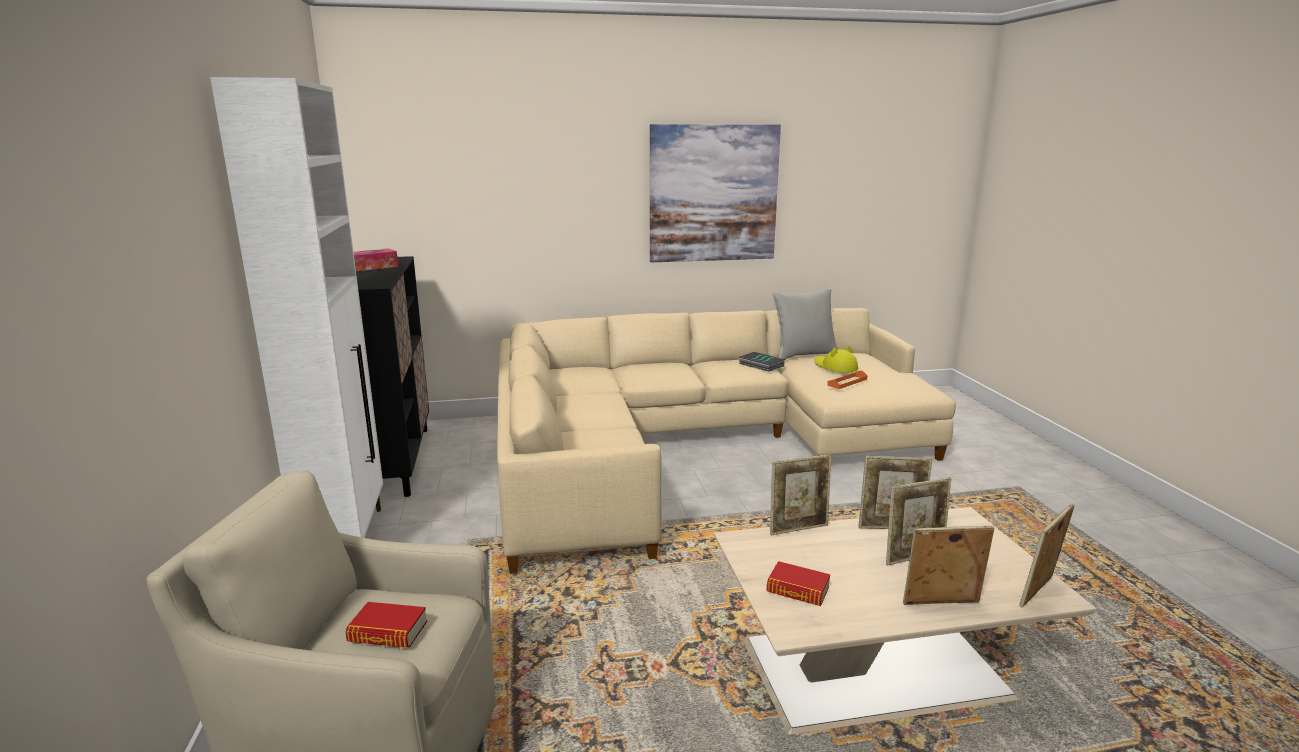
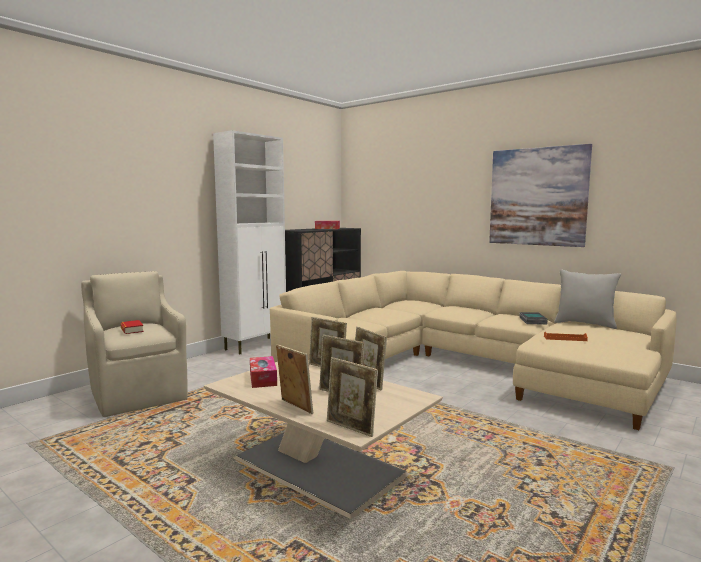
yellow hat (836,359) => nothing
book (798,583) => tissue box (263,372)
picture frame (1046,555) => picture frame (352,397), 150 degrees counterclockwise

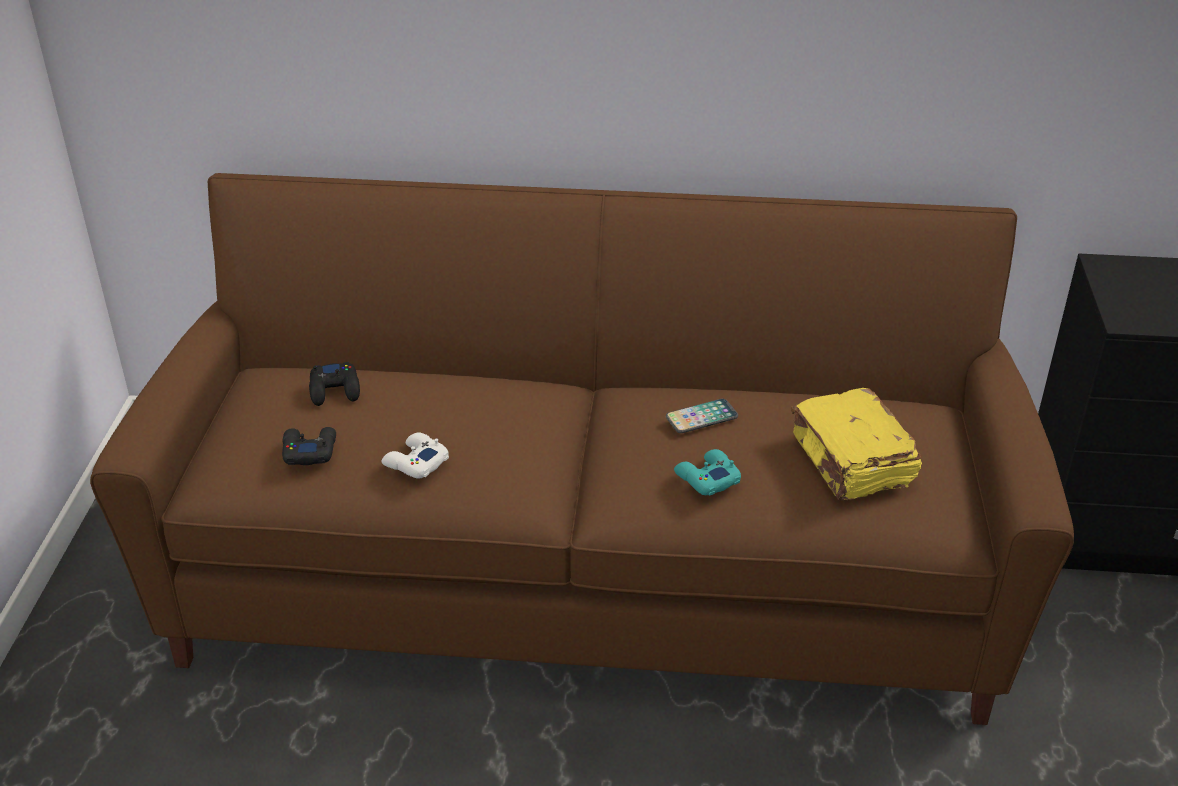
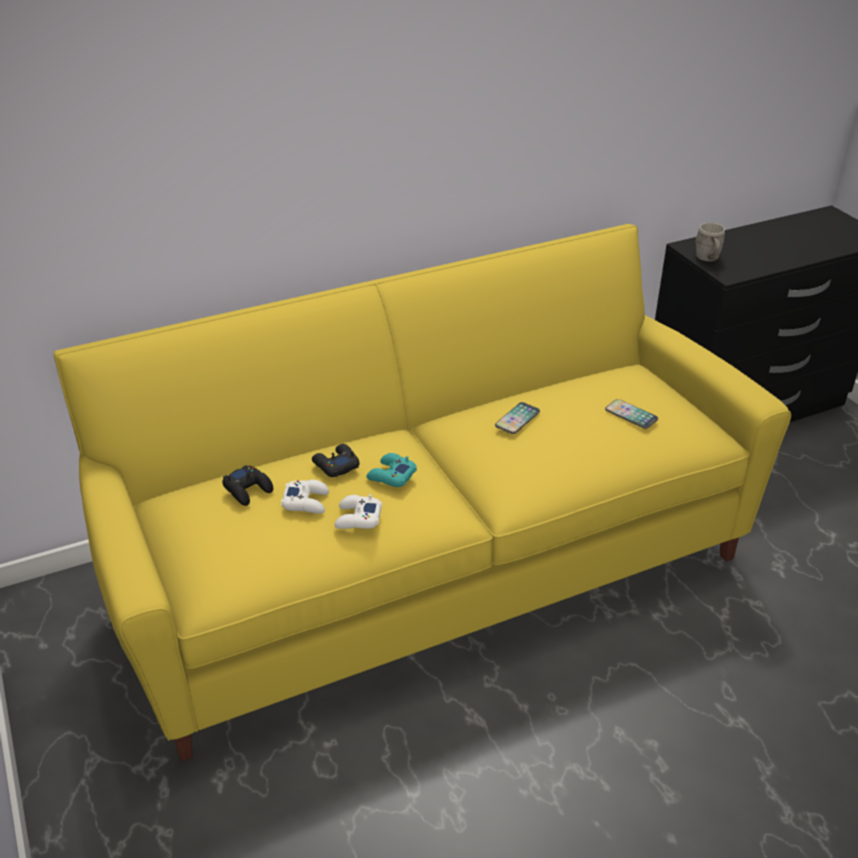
nothing => white game controller (305,497)
nothing => grey mug (710,242)
black game controller (309,446) => black game controller (336,460), move
turquoise game controller (707,472) => turquoise game controller (391,470), move
yellow book (856,444) => phone (631,414)
brown sofa (582,449) => yellow sofa (422,492)

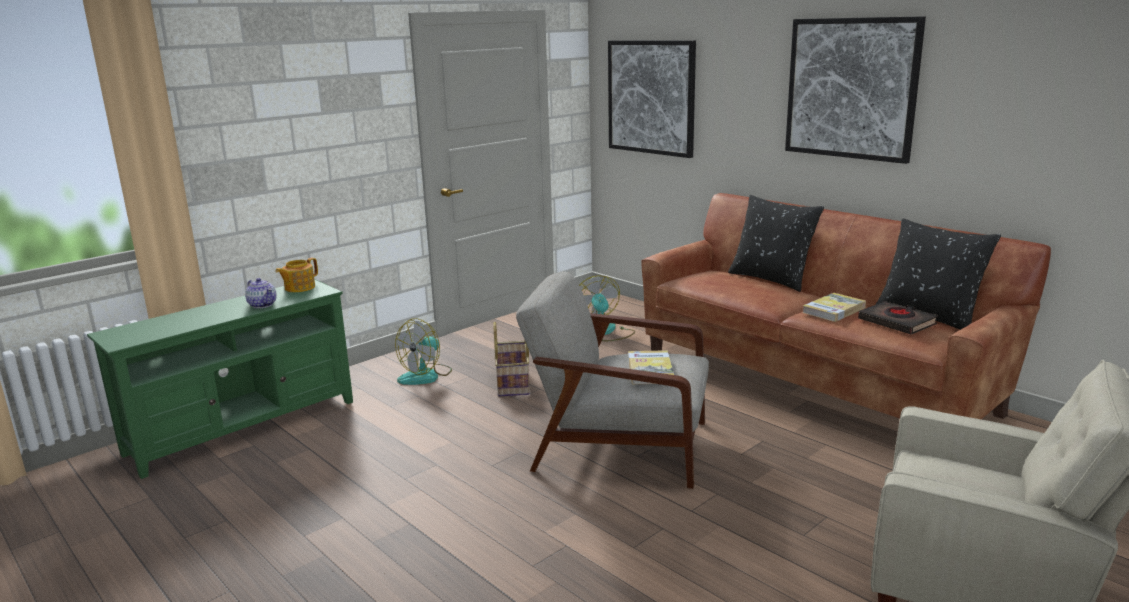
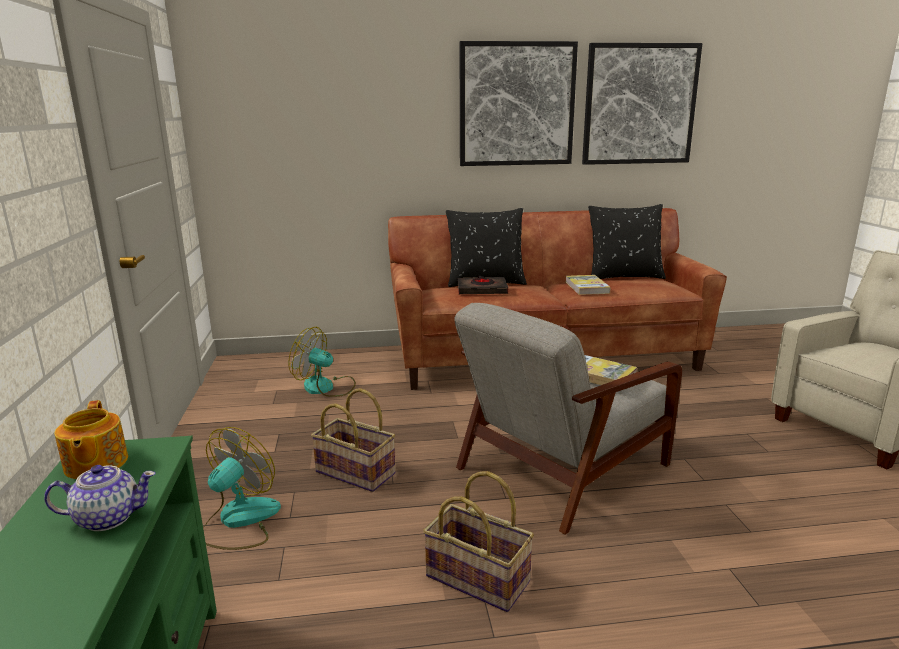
nothing => basket (478,541)
picture (652,99) => picture (642,104), move
black book (898,318) => black book (483,284), move
fan (423,351) => fan (242,488), 135 degrees counterclockwise

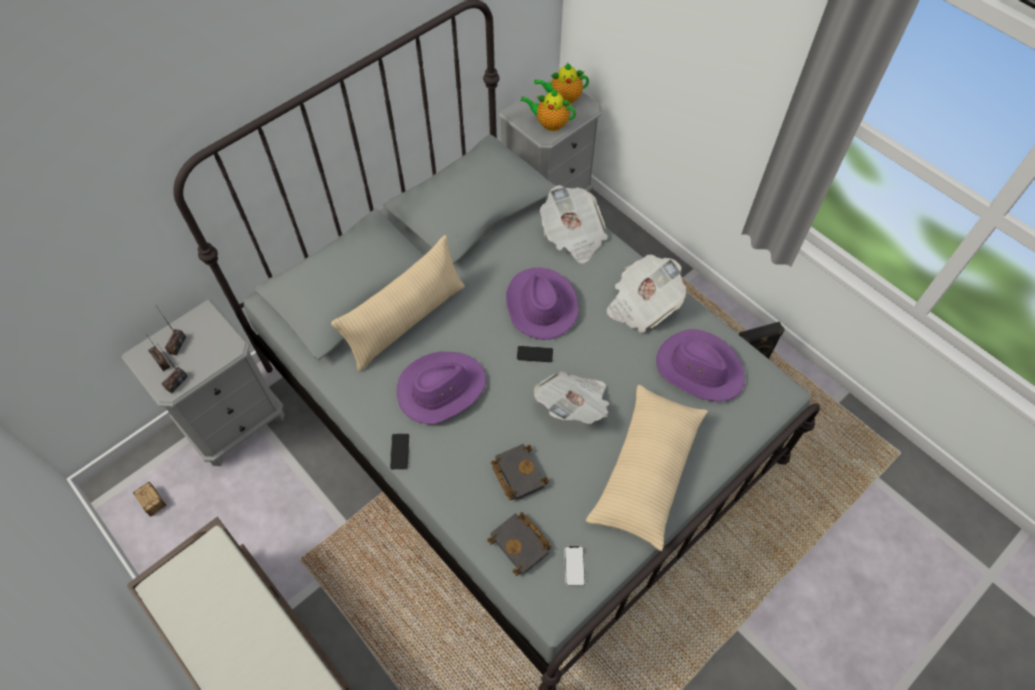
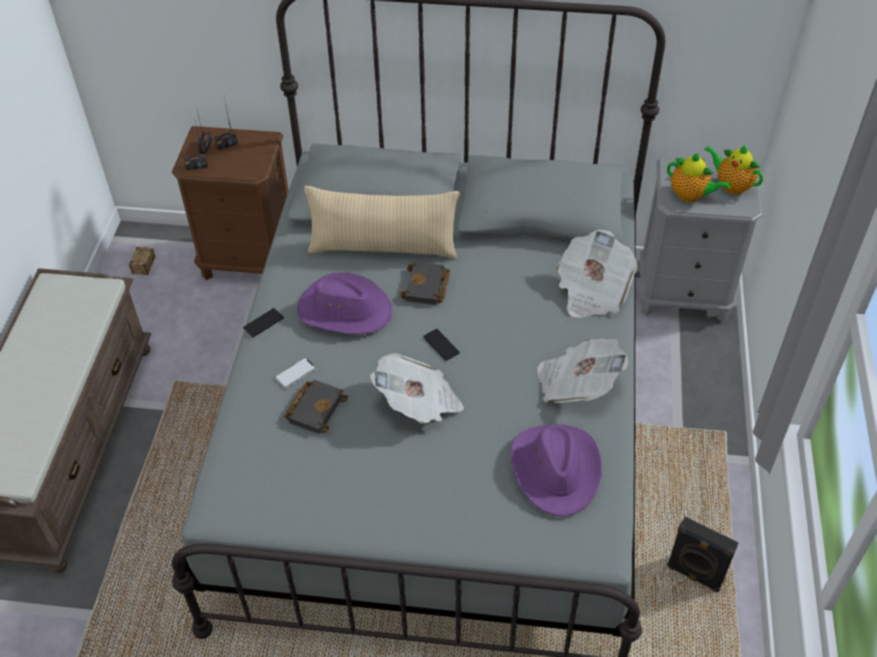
purple hat (542,304) => nothing
beige pillow (647,468) => nothing
black book (519,544) => black book (425,283), move
phone (575,566) => phone (295,373), move
grey nightstand (203,383) => brown nightstand (230,203)
teapot (548,110) => teapot (699,177), 150 degrees clockwise

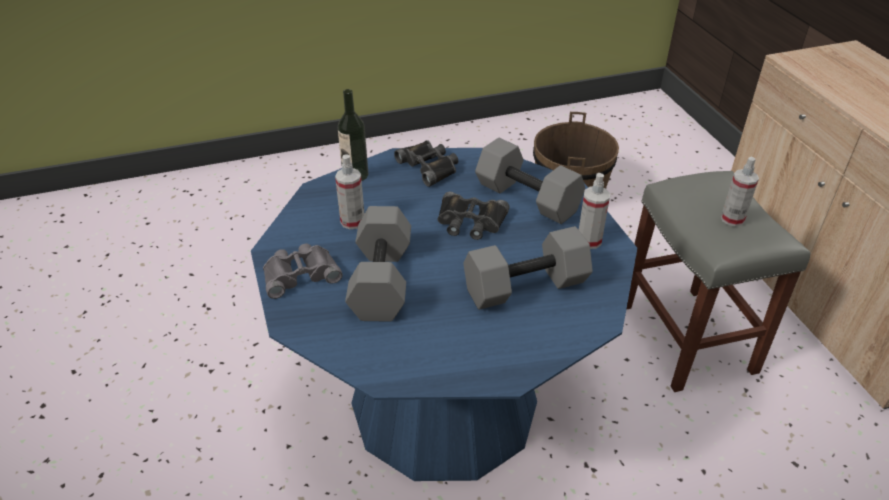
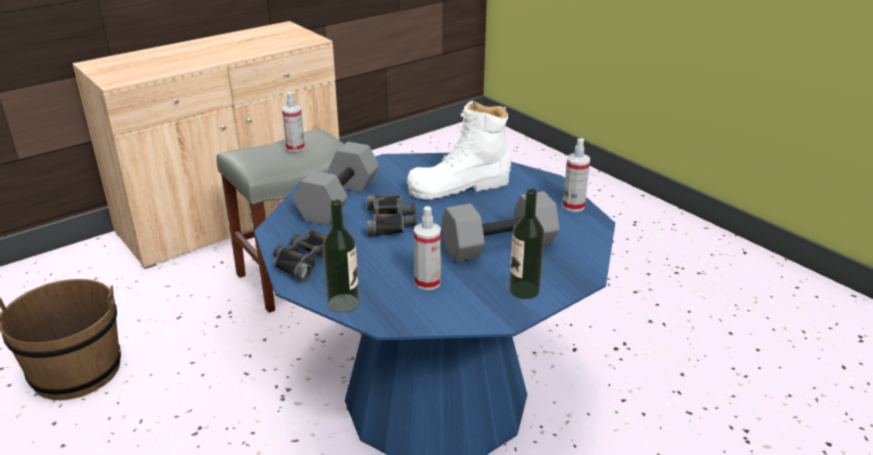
spray bottle (594,211) => spray bottle (576,175), move
grey binoculars (303,271) => bottle (527,243)
grey dumbbell (528,268) => white boot (459,150)

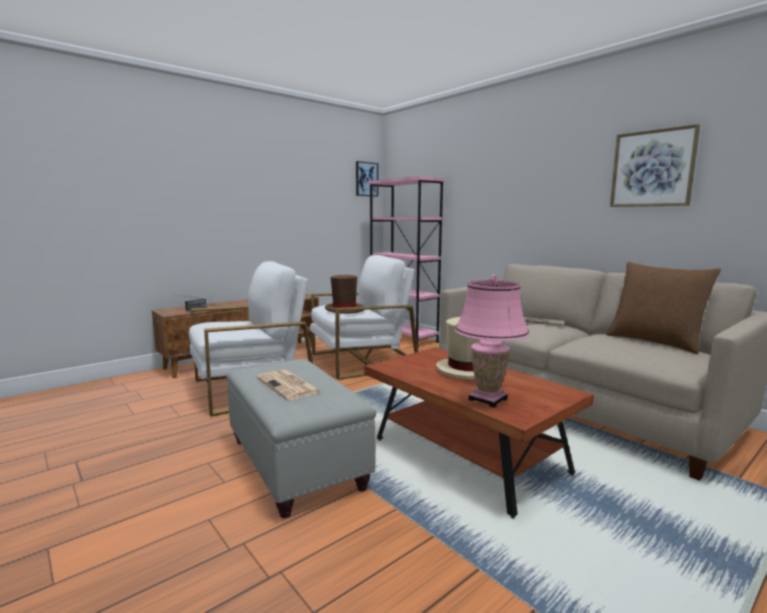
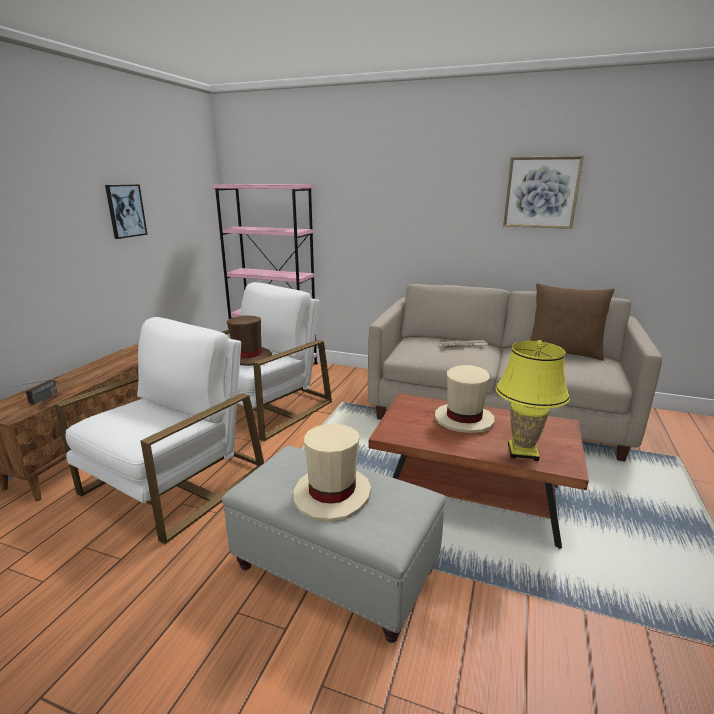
picture (367,179) => picture (126,211), move
newspaper (289,385) => beige hat (332,473)
pink table lamp (492,341) => yellow table lamp (533,400)

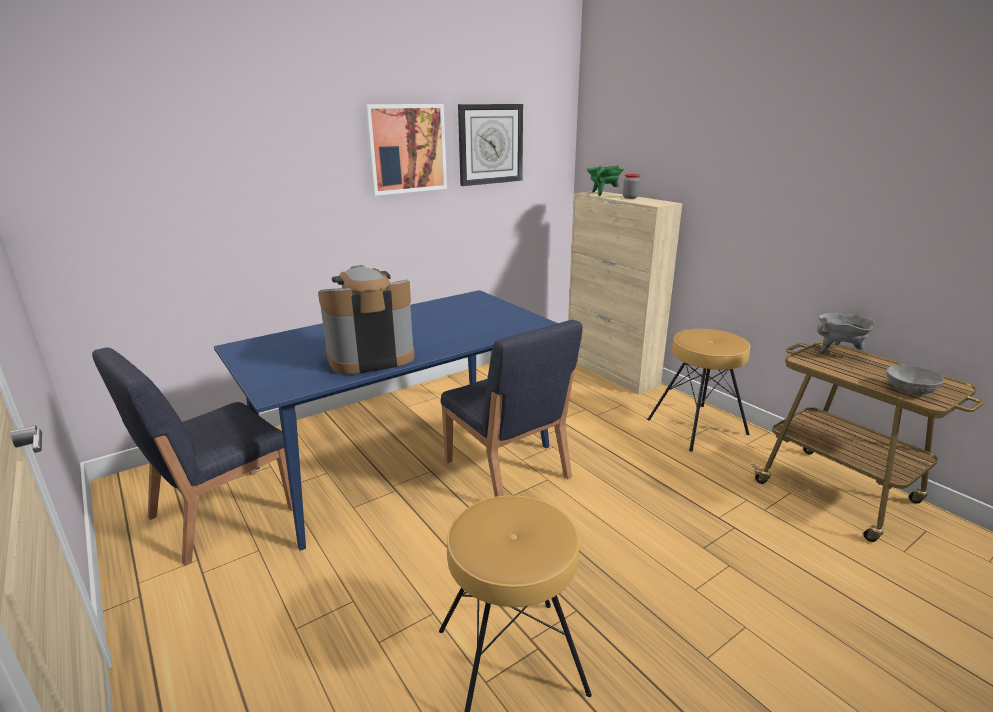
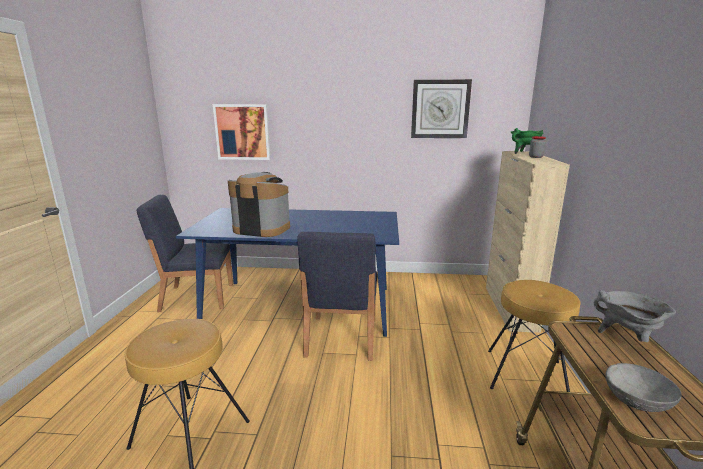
picture (405,150) => picture (242,132), move

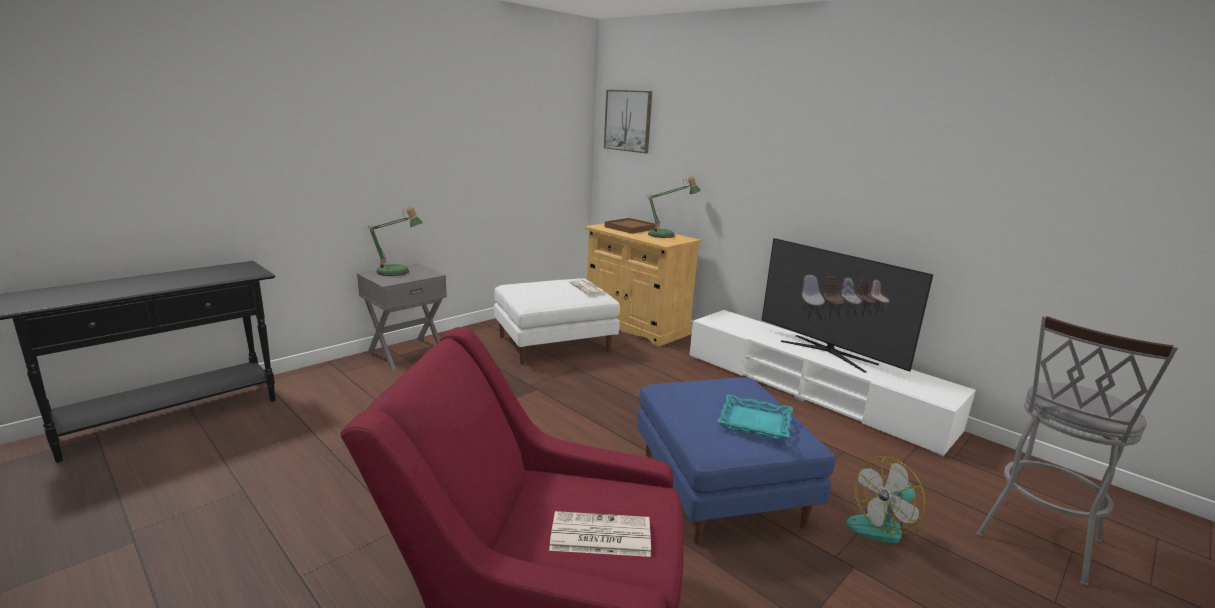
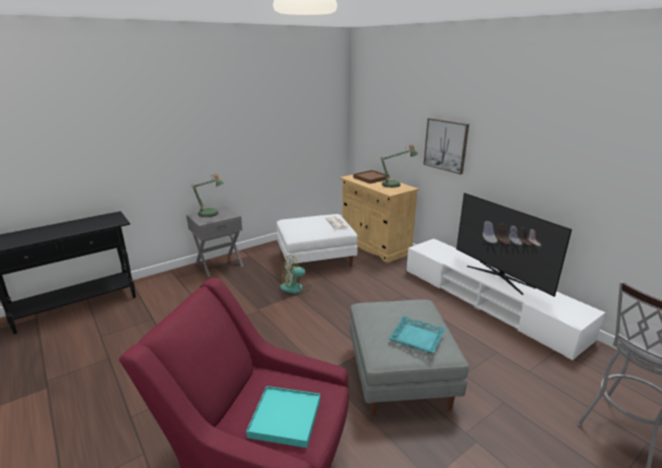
picture (628,121) => picture (446,146), move
fan (885,499) => fan (297,274), move
newspaper (600,534) => turquoise tray (283,417)
blue ottoman (736,460) => grey ottoman (409,358)

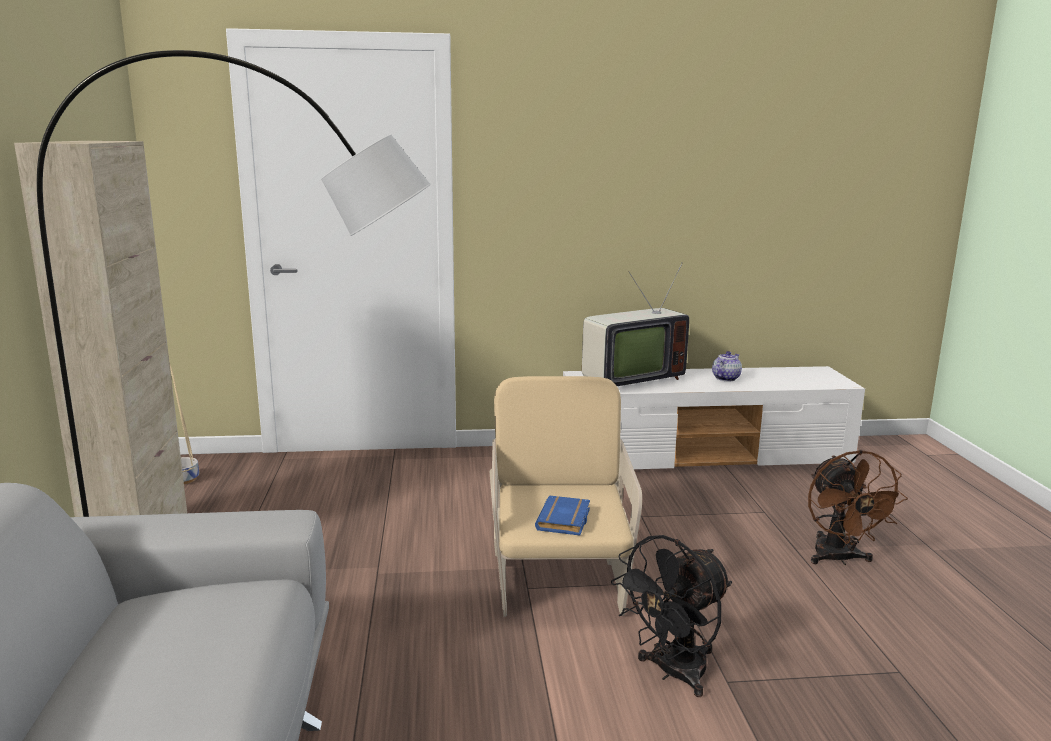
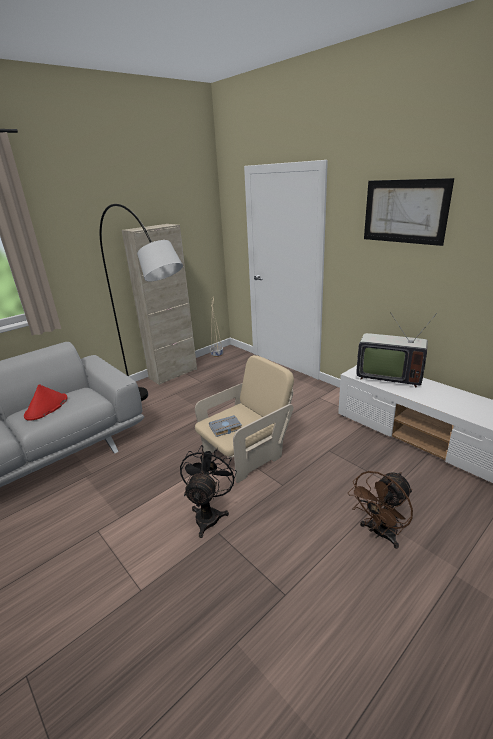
teapot (727,366) => nothing
nothing => red hat (45,402)
nothing => picture (409,212)
blue book (562,515) => grey book (225,426)
black fan (671,616) => black fan (208,491), 90 degrees clockwise

